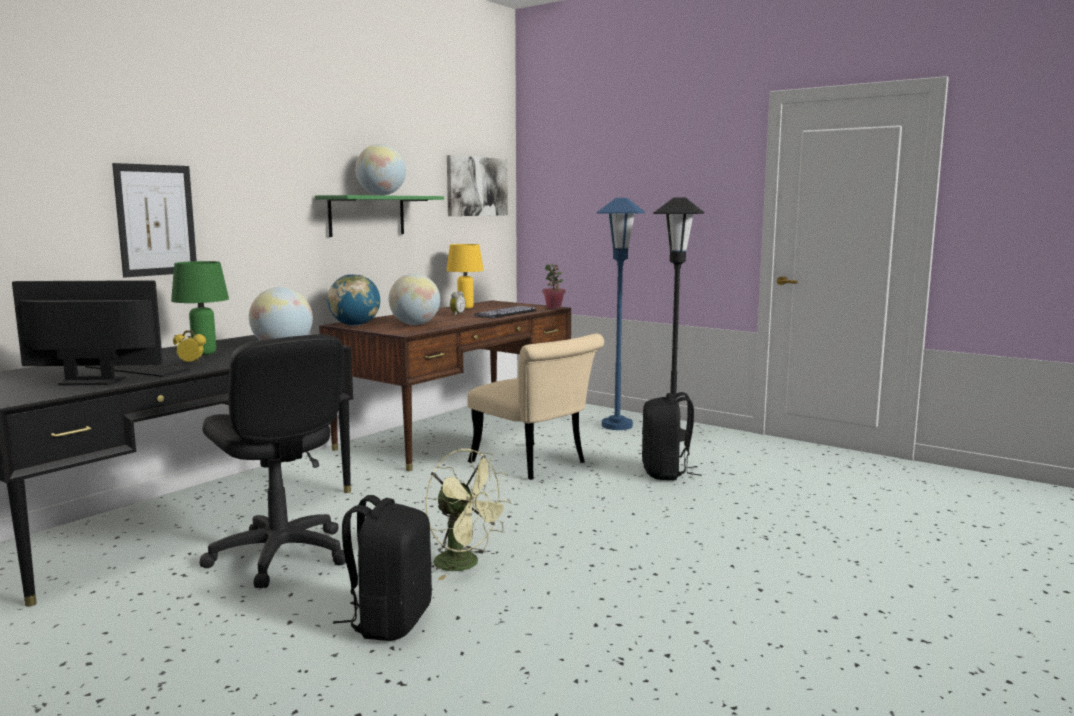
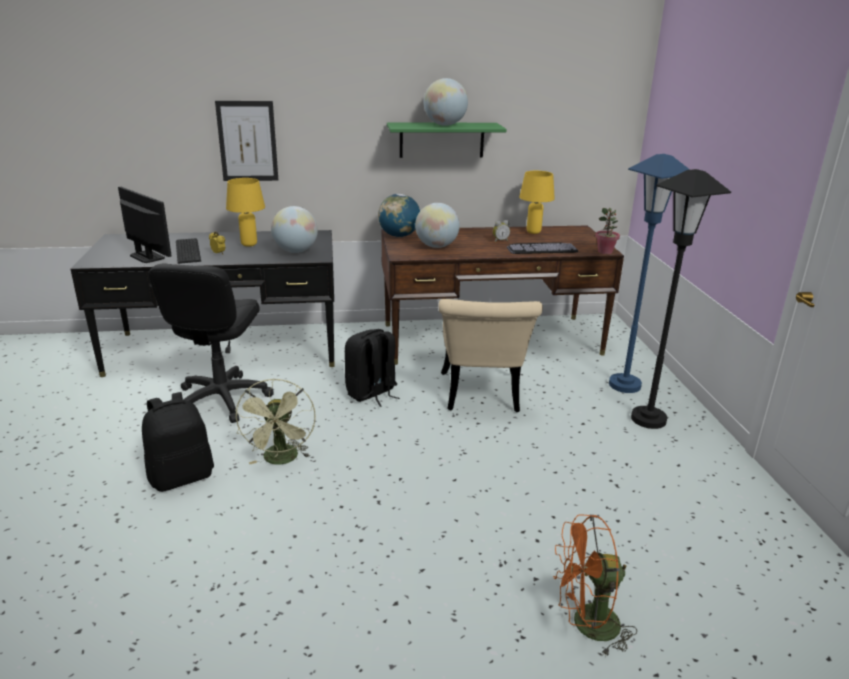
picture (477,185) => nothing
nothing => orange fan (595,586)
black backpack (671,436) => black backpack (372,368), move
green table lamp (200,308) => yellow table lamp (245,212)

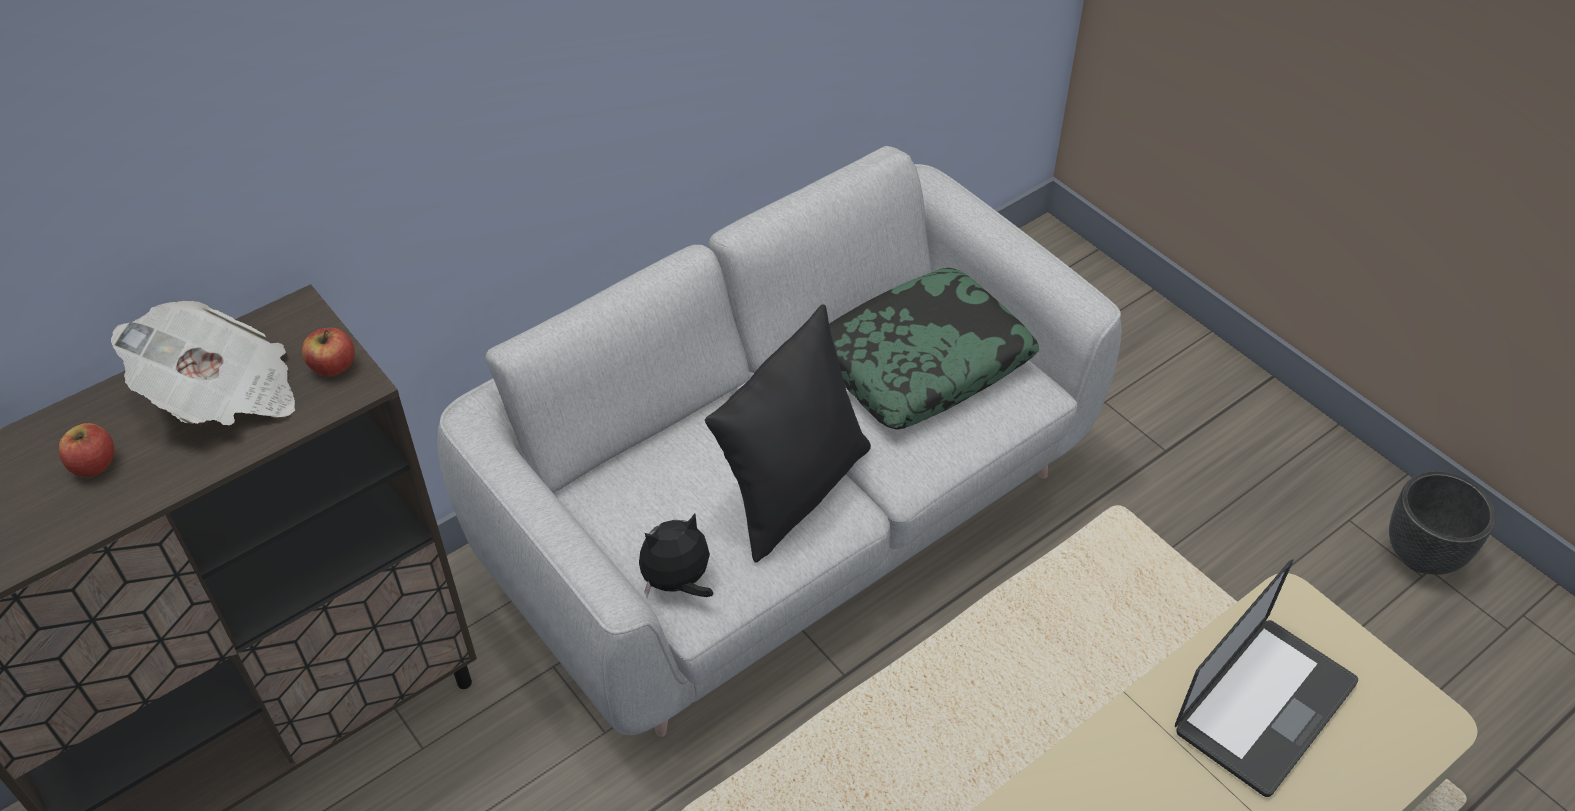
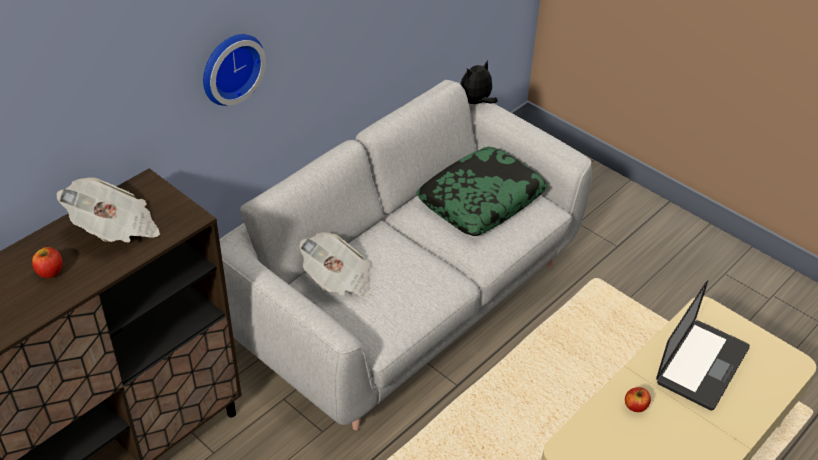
black pillow (788,433) => nothing
black planter (1442,523) => nothing
nothing => wall clock (234,70)
nothing => newspaper (335,264)
apple (328,352) => apple (638,399), move
plush toy (676,555) => plush toy (479,82), move

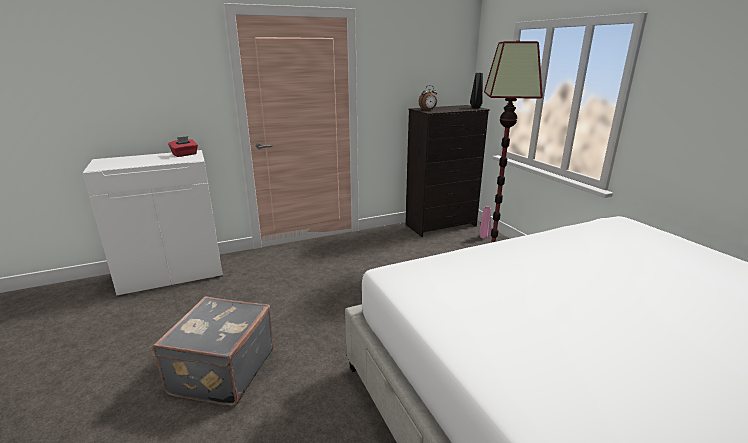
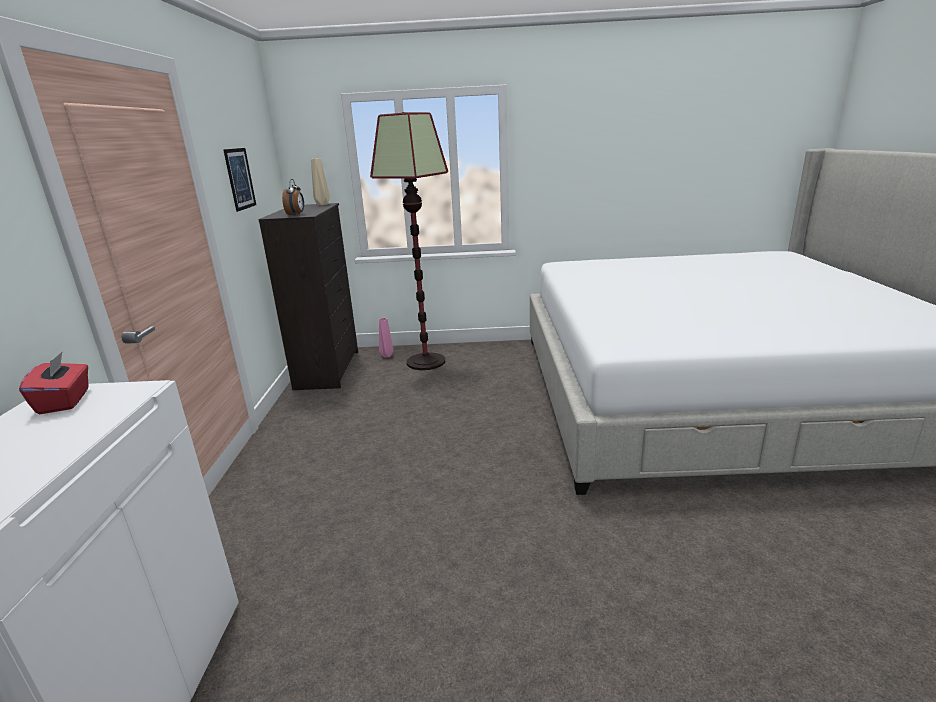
grey suitcase (213,351) => nothing
nothing => picture (239,180)
black vase (476,91) => beige vase (320,181)

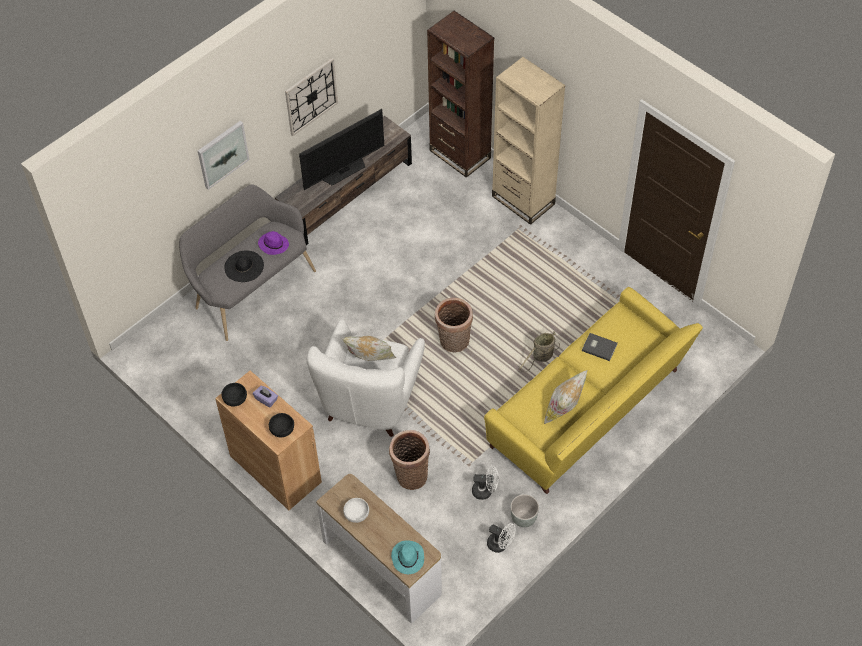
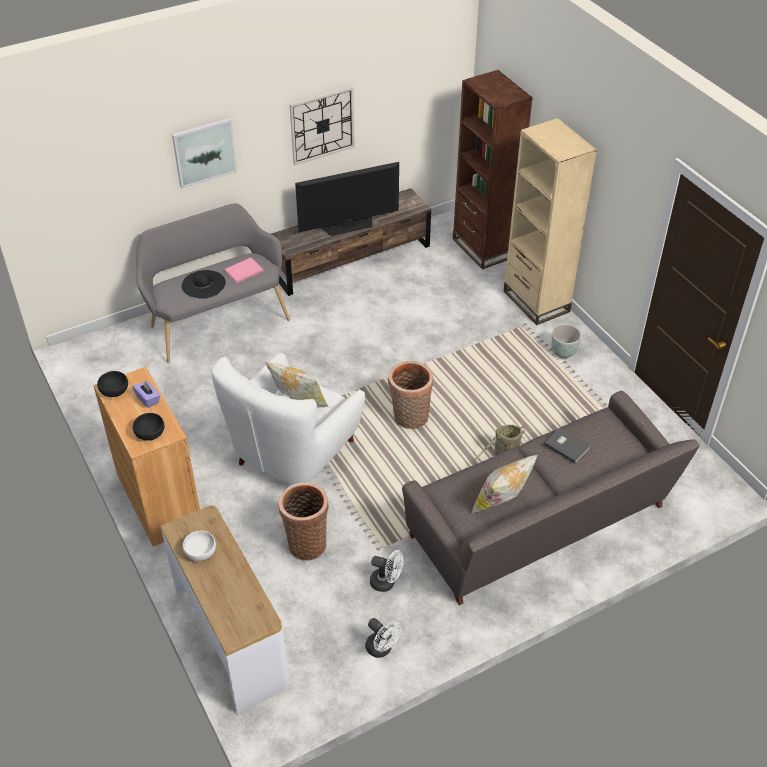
turquoise hat (407,557) => nothing
grey planter (524,510) => grey planter (566,341), move
purple hat (273,243) => pink book (244,270)
yellow sofa (593,390) => grey sofa (551,498)

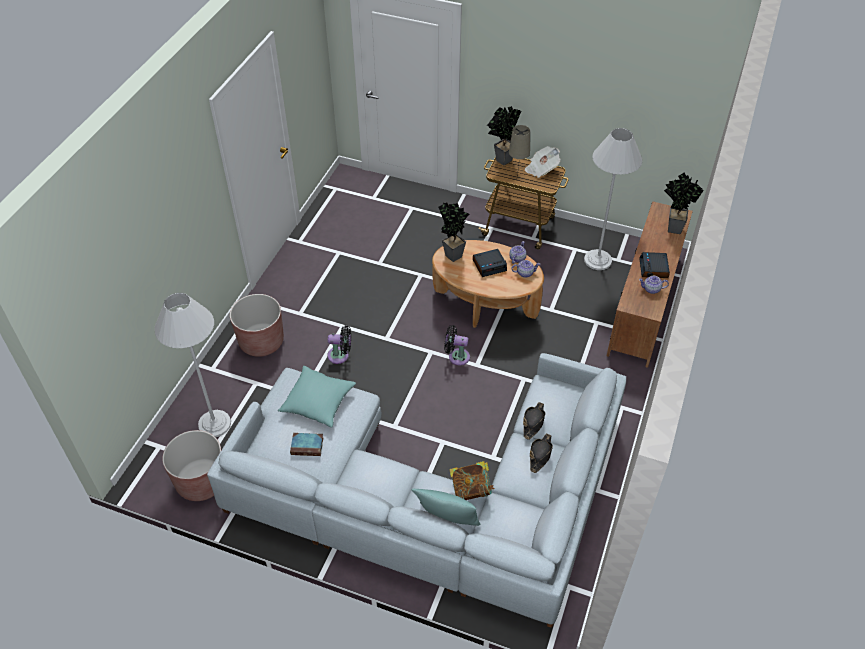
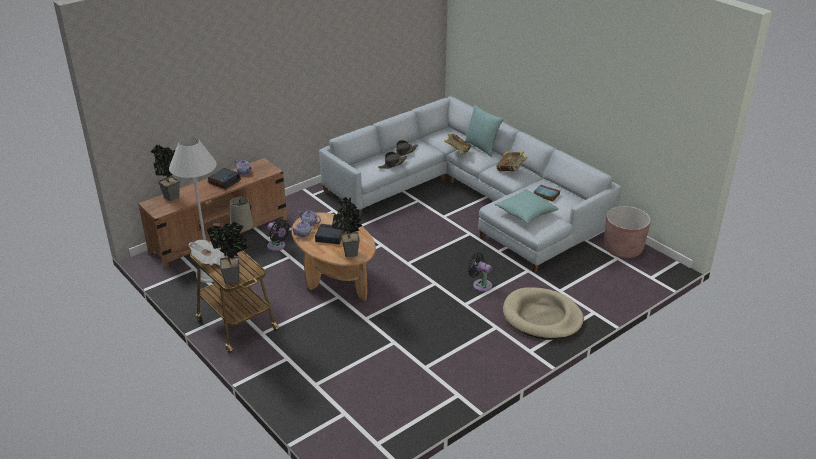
white floor lamp (192,365) => nothing
nothing => book (511,161)
black fan (457,345) => black fan (278,235), move
brown planter (257,325) => beige dog bed (543,313)

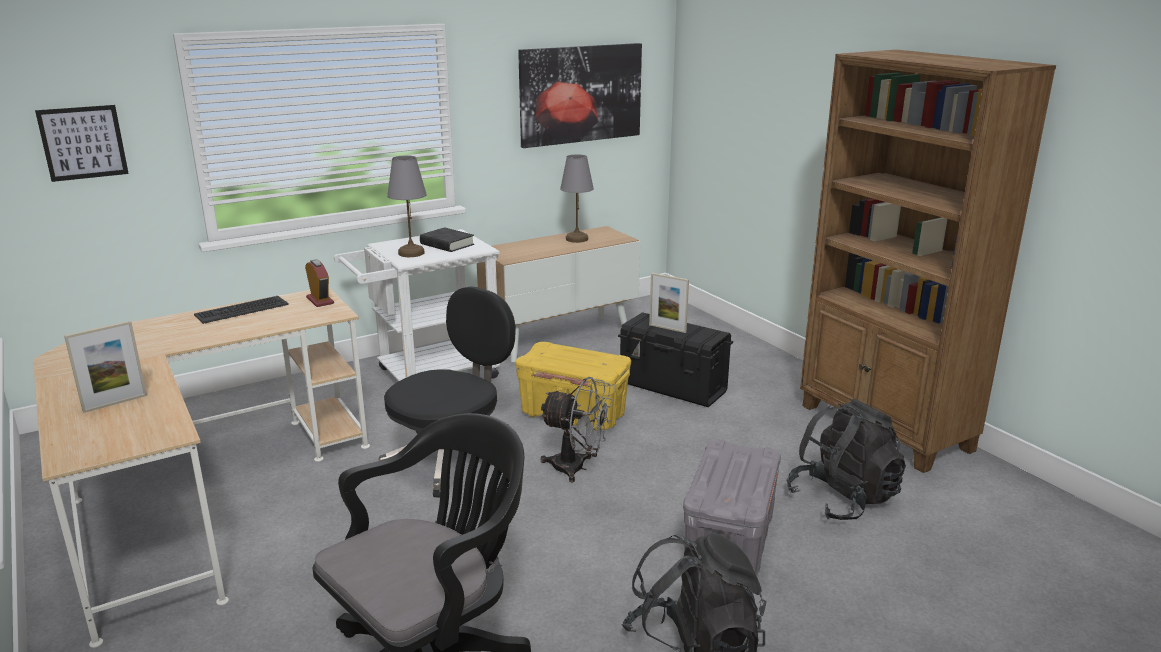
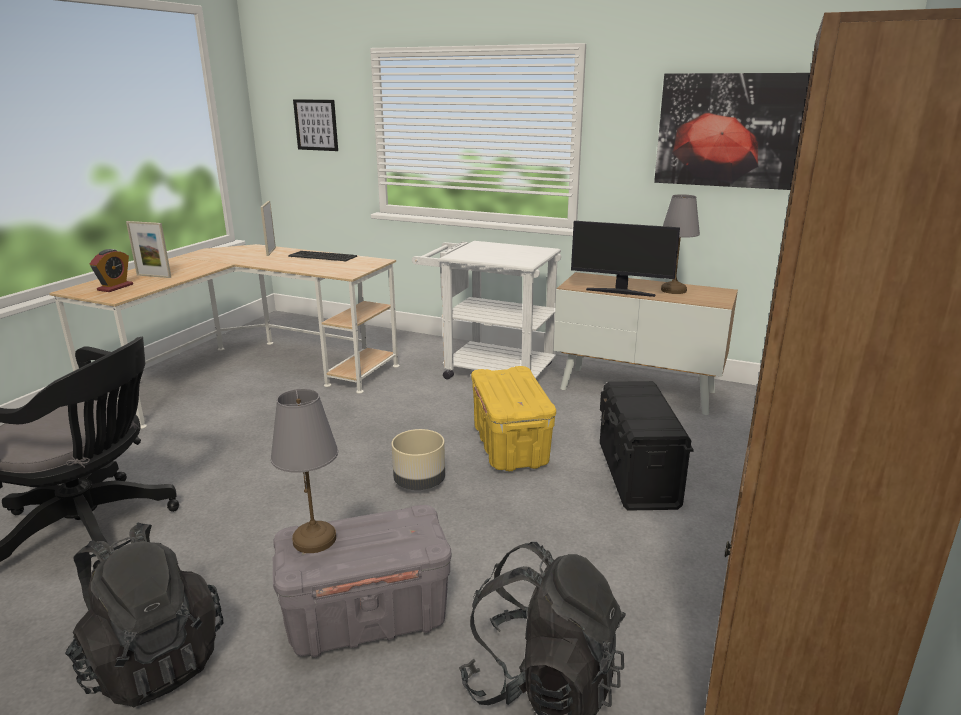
black office chair (446,392) => nothing
black book (447,239) => nothing
nothing => monitor (625,259)
alarm clock (319,283) => alarm clock (111,270), move
grey table lamp (407,206) => grey table lamp (304,471), move
picture frame (669,303) => picture frame (268,228), move
grey fan (576,429) => beige planter (418,459)

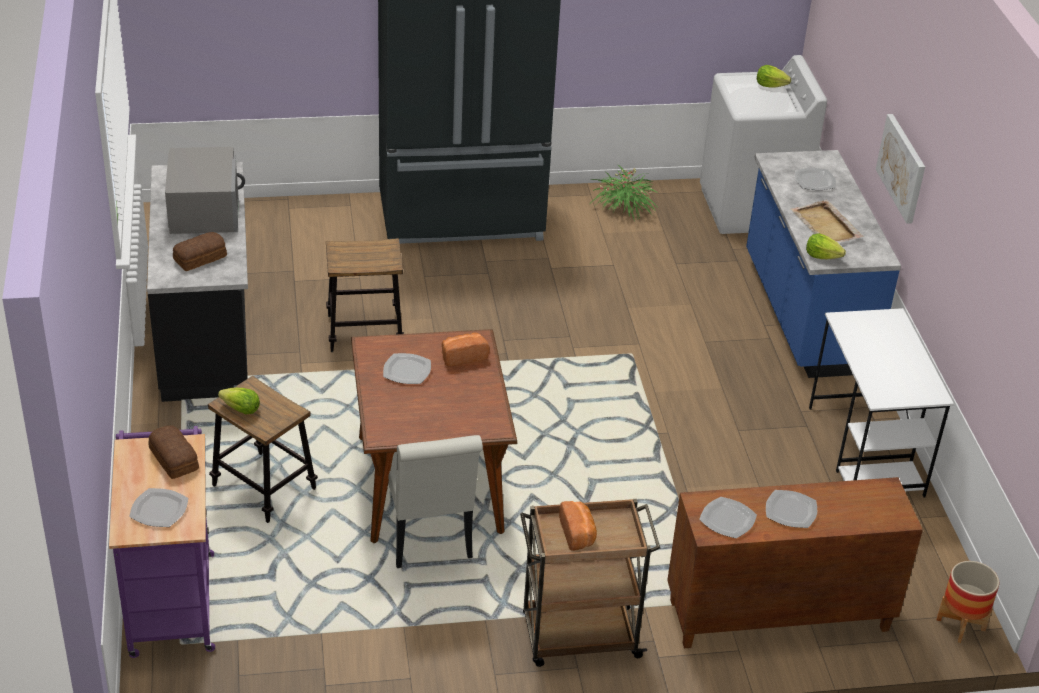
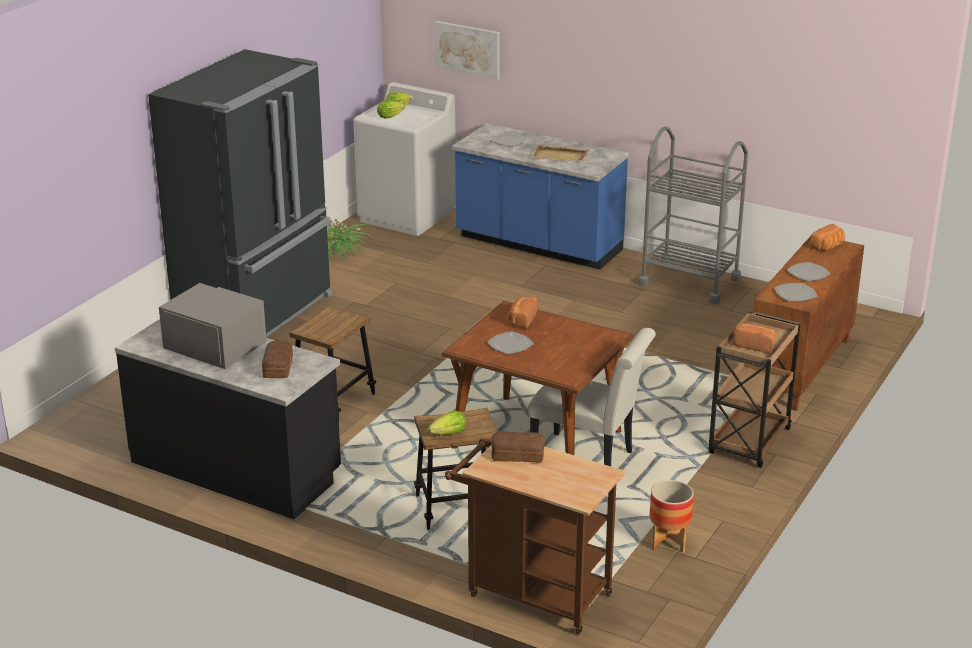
plate (158,507) => nothing
nothing => bread (827,237)
lettuce (826,246) => lettuce (391,109), move
picture (900,169) => picture (467,50), move
planter (967,602) => planter (672,516), move
white desk (881,402) => grey cart (693,215)
purple cart (162,542) => brown cart (535,536)

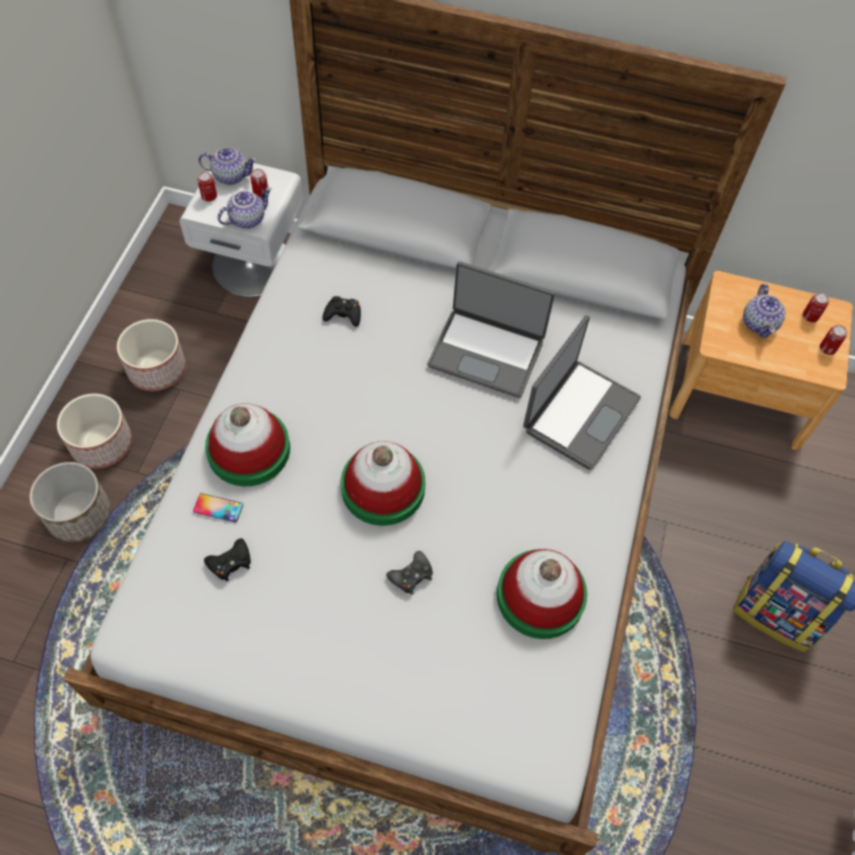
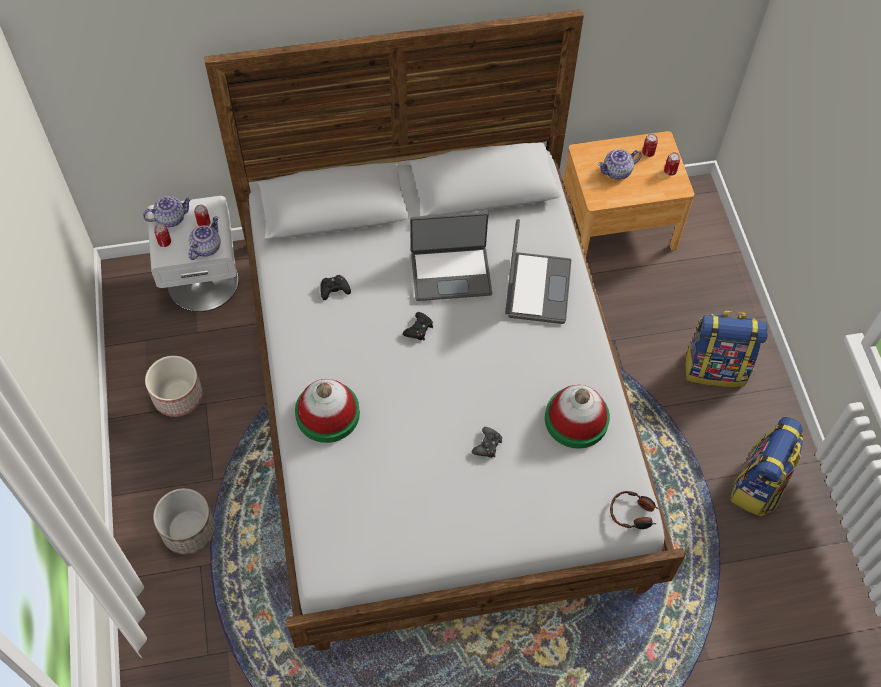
planter (94,431) => nothing
phone (218,507) => nothing
hat (383,483) => nothing
nothing => headphones (634,510)
nothing => backpack (767,467)
black game controller (227,560) => black game controller (418,326), move
teapot (764,311) => teapot (620,164), 90 degrees clockwise

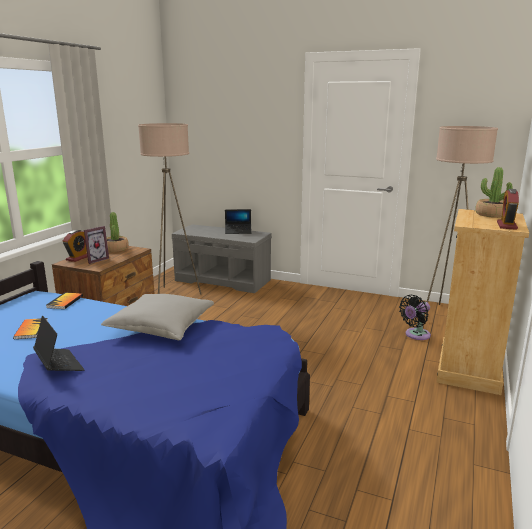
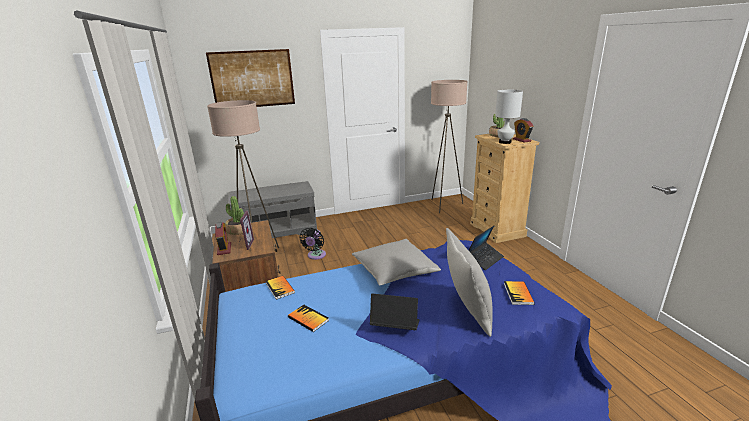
nothing => picture (250,78)
nothing => grey pillow (469,282)
nothing => white table lamp (509,117)
nothing => book (519,293)
laptop (238,221) => laptop (486,248), move
black fan (415,317) => black fan (312,244), move

